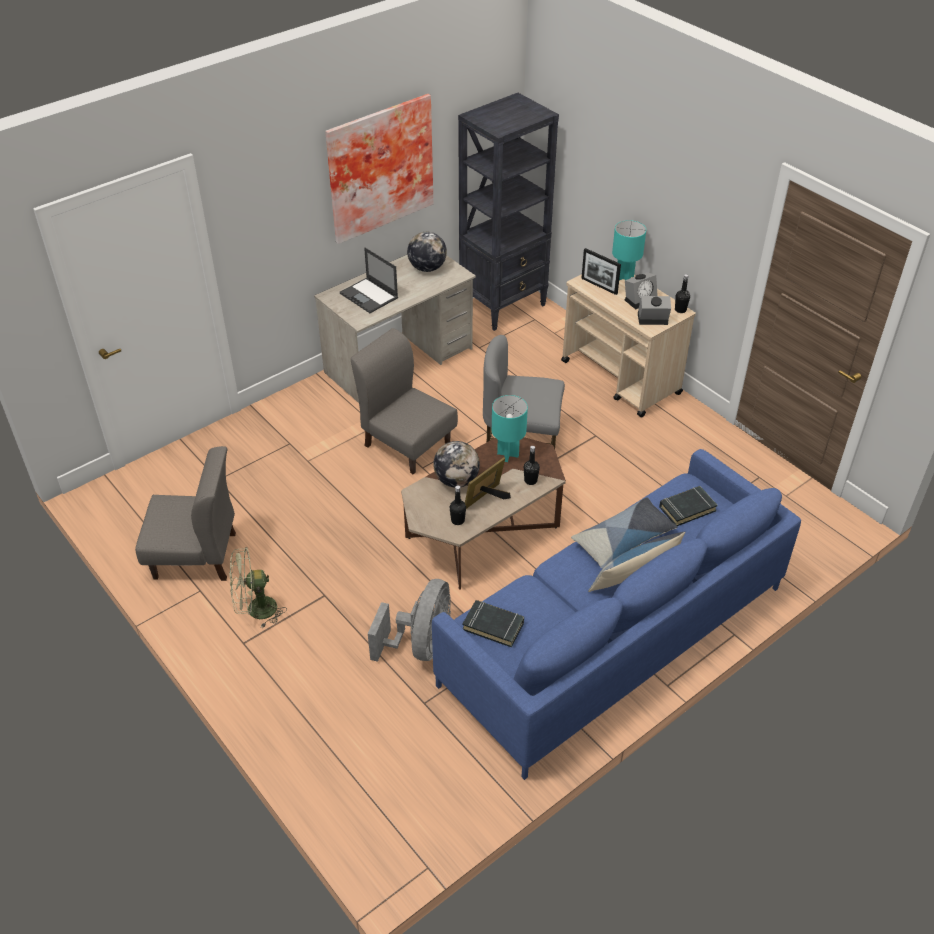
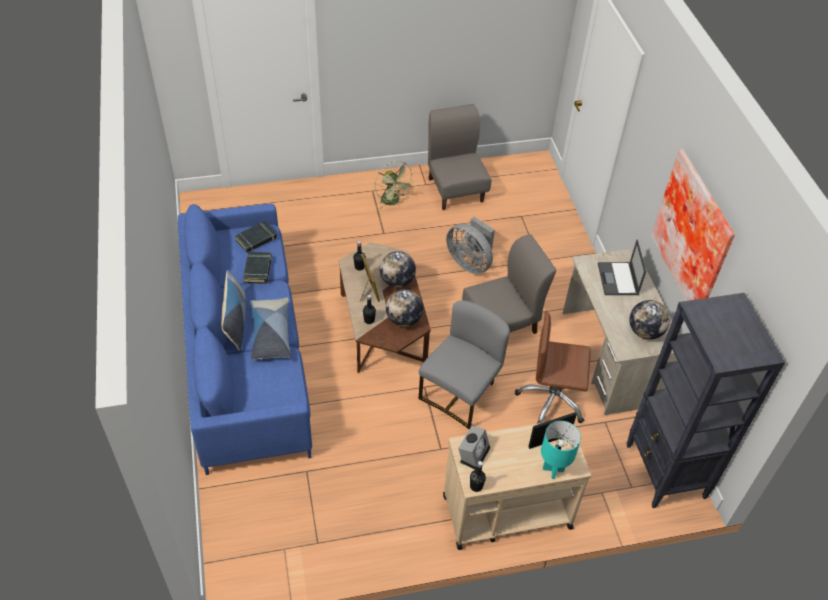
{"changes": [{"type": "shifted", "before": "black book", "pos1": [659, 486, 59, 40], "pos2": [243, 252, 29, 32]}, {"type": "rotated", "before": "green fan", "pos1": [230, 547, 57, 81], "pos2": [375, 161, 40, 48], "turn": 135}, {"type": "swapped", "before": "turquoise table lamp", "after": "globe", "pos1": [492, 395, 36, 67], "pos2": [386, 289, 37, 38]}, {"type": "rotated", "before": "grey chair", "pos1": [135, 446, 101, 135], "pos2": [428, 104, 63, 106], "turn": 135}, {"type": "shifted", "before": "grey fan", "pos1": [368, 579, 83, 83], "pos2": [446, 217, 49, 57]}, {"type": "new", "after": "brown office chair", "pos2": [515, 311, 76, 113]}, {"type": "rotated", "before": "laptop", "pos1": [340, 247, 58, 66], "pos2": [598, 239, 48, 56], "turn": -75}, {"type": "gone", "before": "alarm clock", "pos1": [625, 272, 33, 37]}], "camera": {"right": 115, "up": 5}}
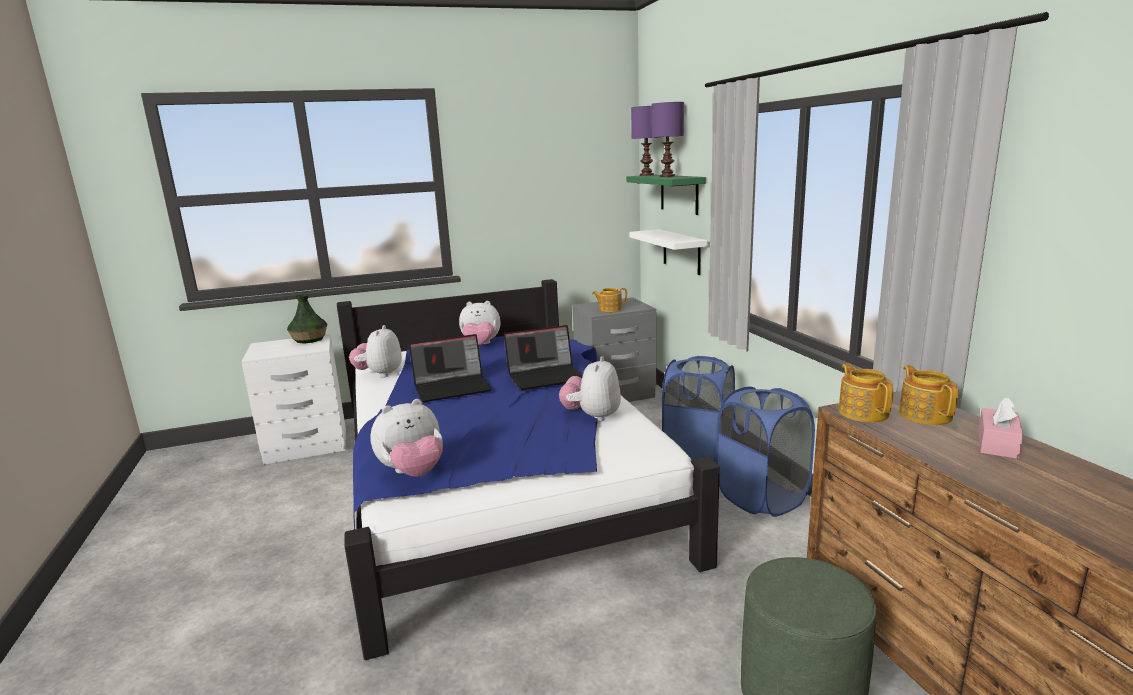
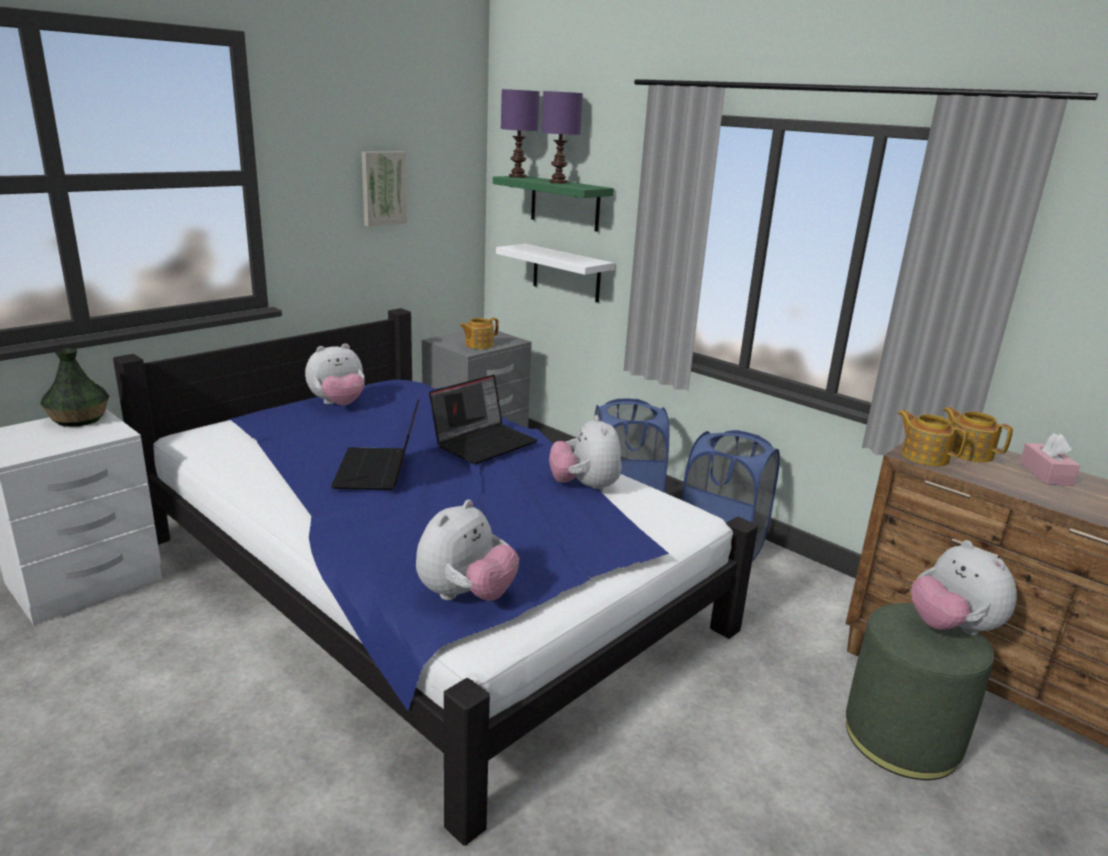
{"changes": [{"type": "rotated", "before": "laptop", "pos1": [409, 334, 83, 68], "pos2": [331, 399, 88, 91], "turn": 135}, {"type": "new", "after": "picture", "pos2": [361, 151, 46, 75]}, {"type": "shifted", "before": "plush toy", "pos1": [349, 325, 53, 53], "pos2": [911, 540, 106, 95]}], "camera": {"right": -30, "up": 5}}
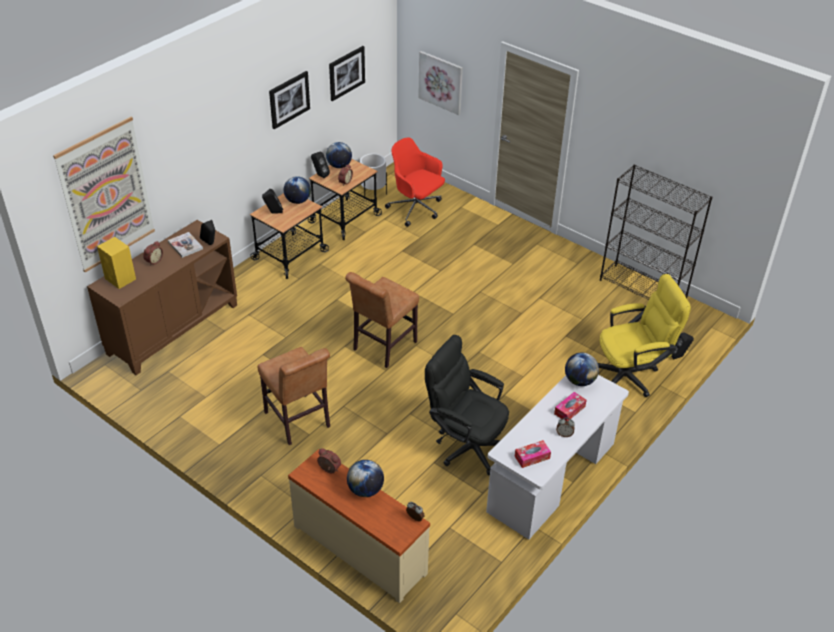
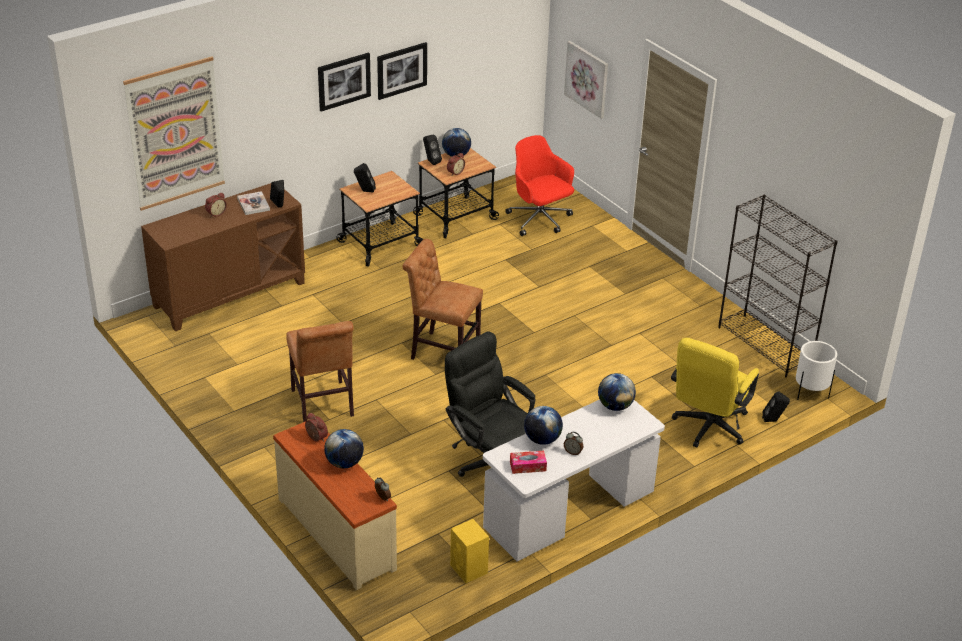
{"changes": [{"type": "shifted", "before": "picture", "pos1": [329, 46, 36, 55], "pos2": [318, 53, 53, 59]}, {"type": "rotated", "before": "brown chair", "pos1": [345, 272, 74, 96], "pos2": [403, 239, 80, 121], "turn": 60}, {"type": "shifted", "before": "yellow speaker", "pos1": [97, 237, 39, 52], "pos2": [450, 519, 39, 64]}, {"type": "shifted", "before": "globe", "pos1": [284, 176, 27, 28], "pos2": [524, 406, 39, 39]}, {"type": "rotated", "before": "yellow office chair", "pos1": [598, 274, 93, 123], "pos2": [671, 338, 88, 110], "turn": 120}, {"type": "shifted", "before": "white planter", "pos1": [360, 153, 27, 43], "pos2": [796, 341, 41, 59]}, {"type": "gone", "before": "tissue box", "pos1": [554, 392, 32, 29]}], "camera": {"right": 15, "up": -5}}
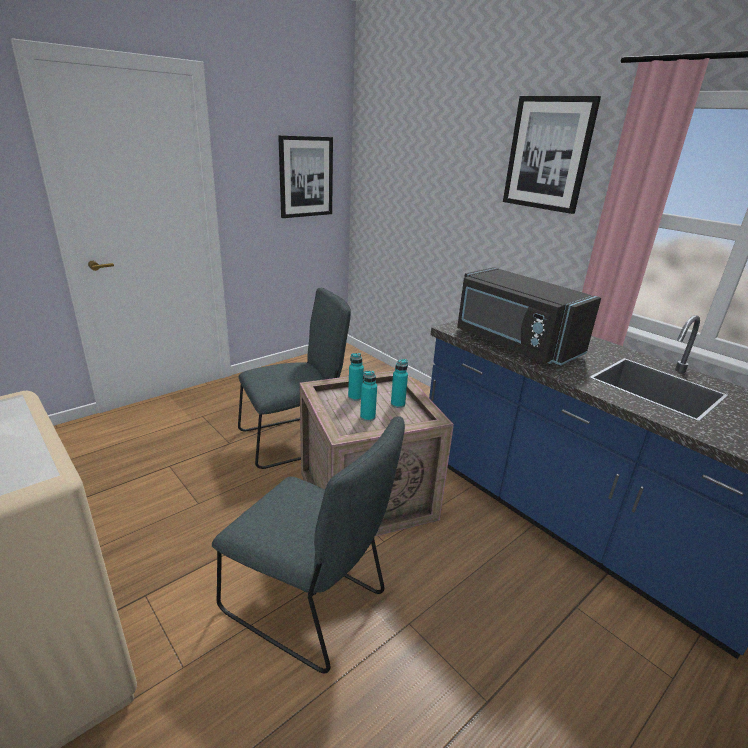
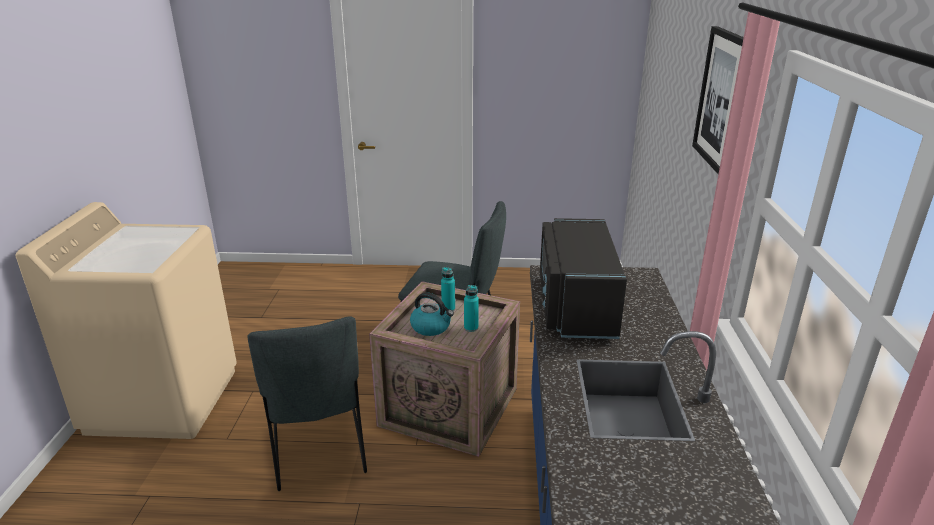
{"changes": [{"type": "swapped", "before": "turquoise bottle", "after": "kettle", "pos1": [360, 371, 17, 50], "pos2": [410, 293, 44, 43]}, {"type": "gone", "before": "picture", "pos1": [278, 135, 55, 83]}], "camera": {"right": 45, "up": 0}}
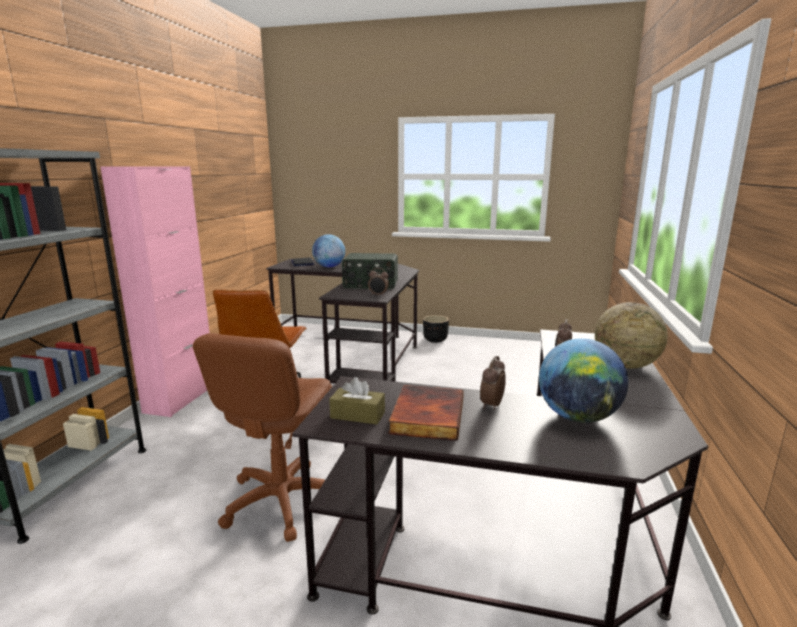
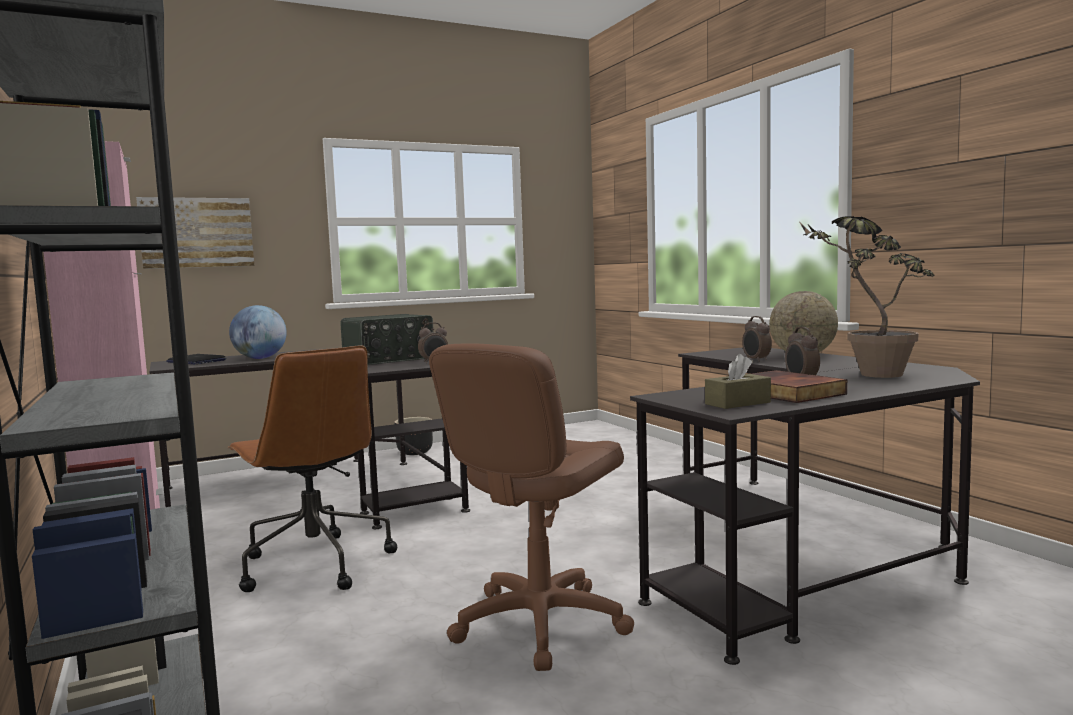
{"changes": [{"type": "new", "after": "picture", "pos2": [136, 197, 118, 72]}, {"type": "rotated", "before": "brown office chair", "pos1": [193, 333, 139, 209], "pos2": [429, 343, 205, 328], "turn": 60}, {"type": "swapped", "before": "globe", "after": "potted plant", "pos1": [539, 338, 89, 85], "pos2": [800, 216, 135, 162]}], "camera": {"right": -40, "up": -10}}
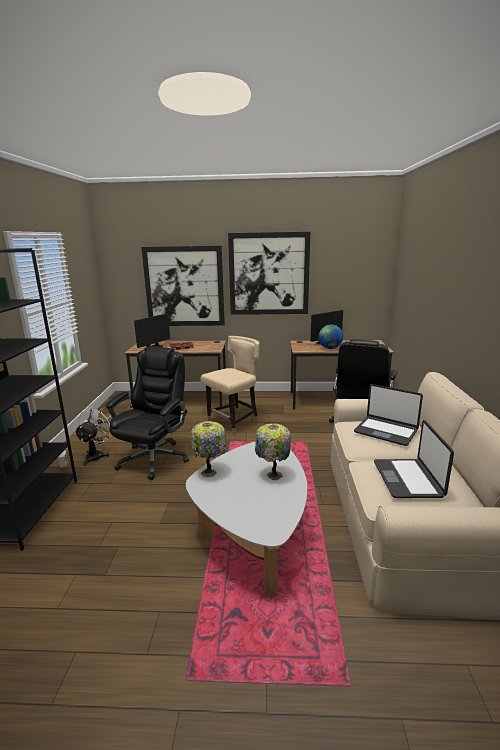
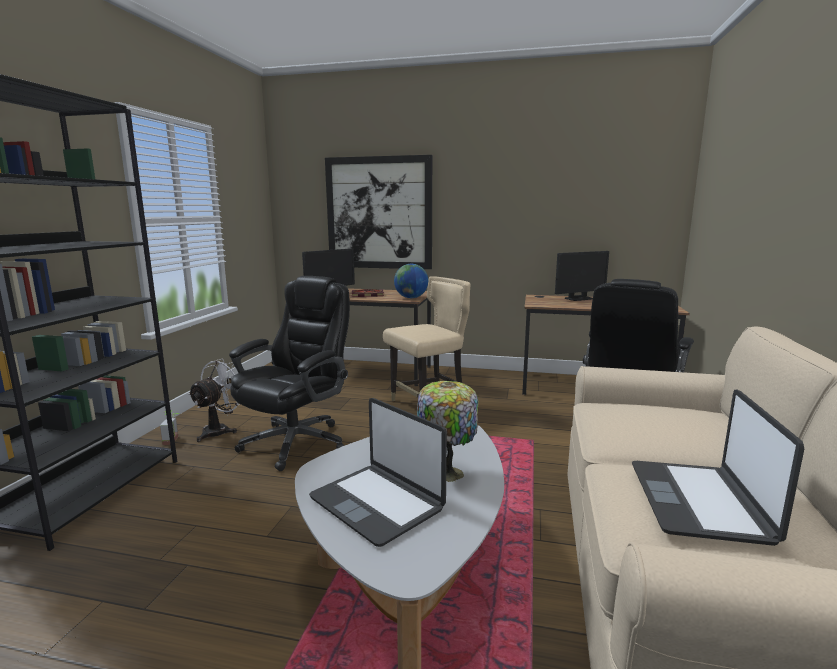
{"changes": [{"type": "shifted", "before": "laptop", "pos1": [354, 384, 69, 62], "pos2": [309, 398, 138, 149]}, {"type": "shifted", "before": "globe", "pos1": [319, 324, 24, 25], "pos2": [394, 264, 34, 34]}, {"type": "gone", "before": "table lamp", "pos1": [191, 421, 36, 56]}, {"type": "gone", "before": "picture", "pos1": [228, 232, 82, 83]}], "camera": {"right": 10, "up": -5}}
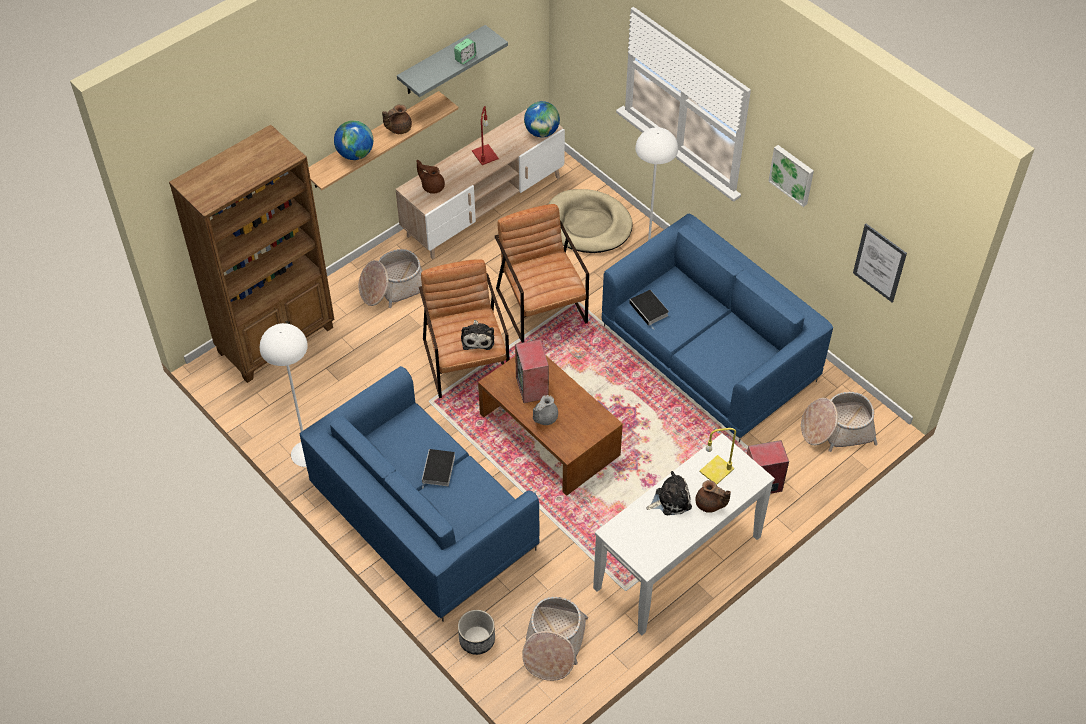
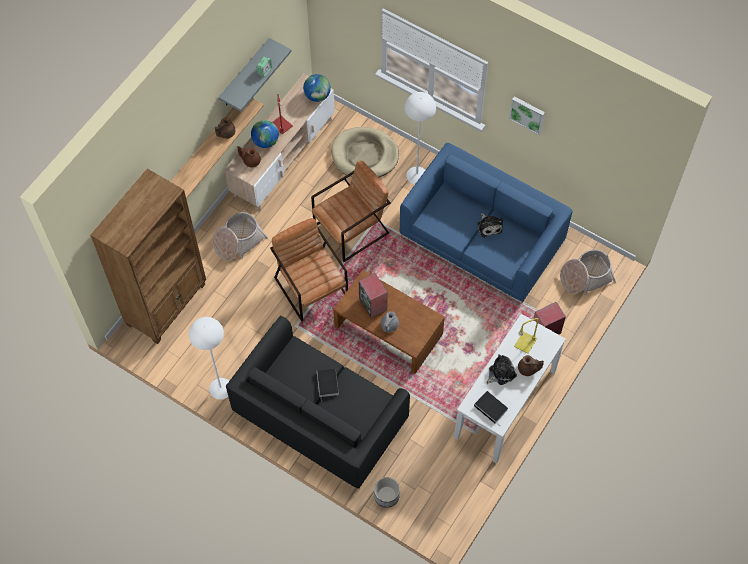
{"changes": [{"type": "repainted", "before": "blue sofa", "after": "black sofa", "pos1": [300, 366, 239, 256], "pos2": [226, 316, 184, 173]}, {"type": "shifted", "before": "globe", "pos1": [334, 120, 39, 40], "pos2": [251, 120, 28, 28]}, {"type": "rotated", "before": "brown armchair", "pos1": [495, 204, 94, 139], "pos2": [311, 160, 80, 102], "turn": 90}, {"type": "shifted", "before": "book", "pos1": [629, 290, 40, 40], "pos2": [474, 391, 34, 33]}, {"type": "shifted", "before": "plush toy", "pos1": [461, 320, 33, 30], "pos2": [477, 213, 26, 25]}, {"type": "gone", "before": "basket", "pos1": [522, 597, 66, 84]}, {"type": "gone", "before": "picture", "pos1": [853, 224, 54, 78]}], "camera": {"right": -15, "up": 10}}
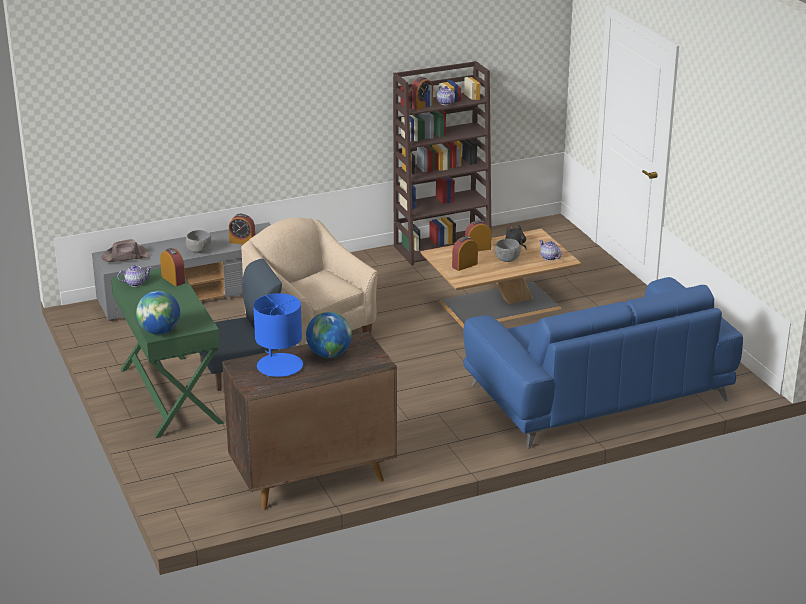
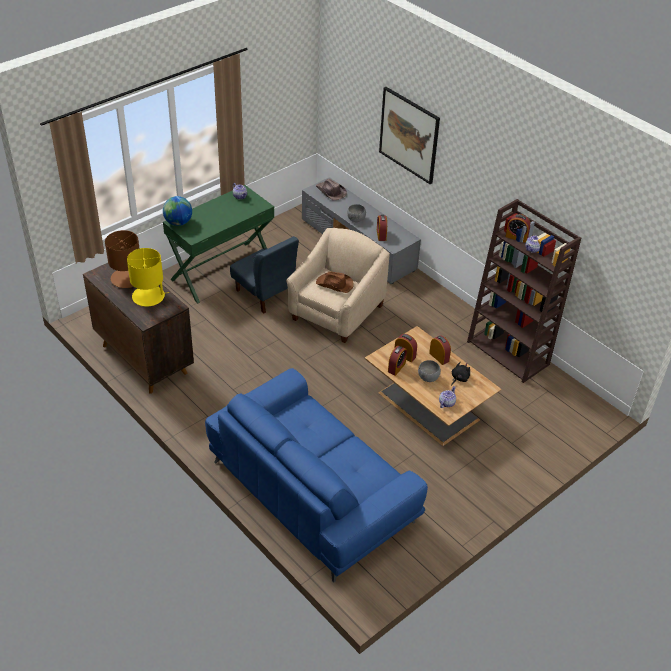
{"changes": [{"type": "repainted", "before": "blue table lamp", "after": "brown table lamp", "pos1": [253, 293, 50, 84], "pos2": [105, 230, 35, 58]}, {"type": "swapped", "before": "globe", "after": "yellow table lamp", "pos1": [306, 312, 46, 46], "pos2": [127, 248, 42, 58]}, {"type": "new", "after": "brown hat", "pos2": [316, 271, 38, 22]}, {"type": "new", "after": "picture", "pos2": [379, 87, 61, 97]}, {"type": "shifted", "before": "alarm clock", "pos1": [160, 248, 26, 38], "pos2": [388, 346, 19, 30]}], "camera": {"right": 70, "up": 15}}
